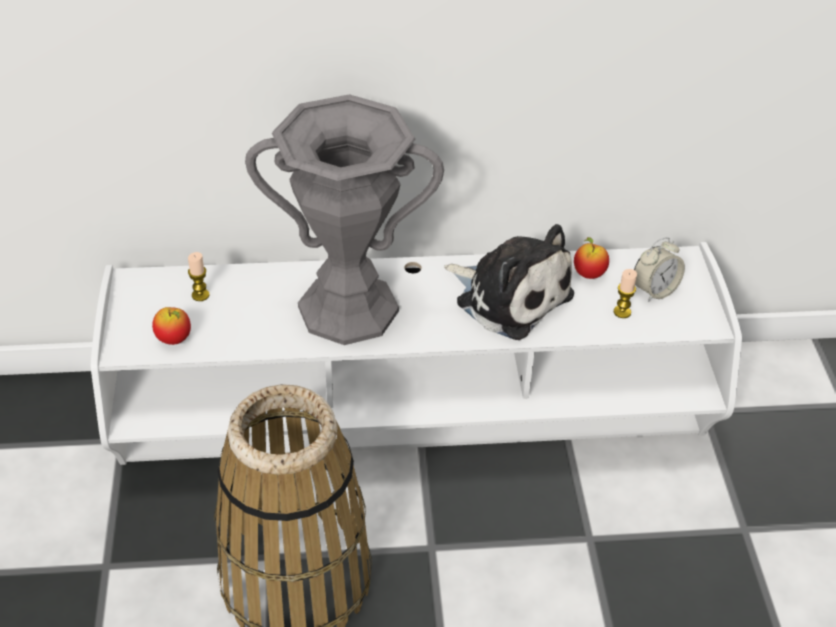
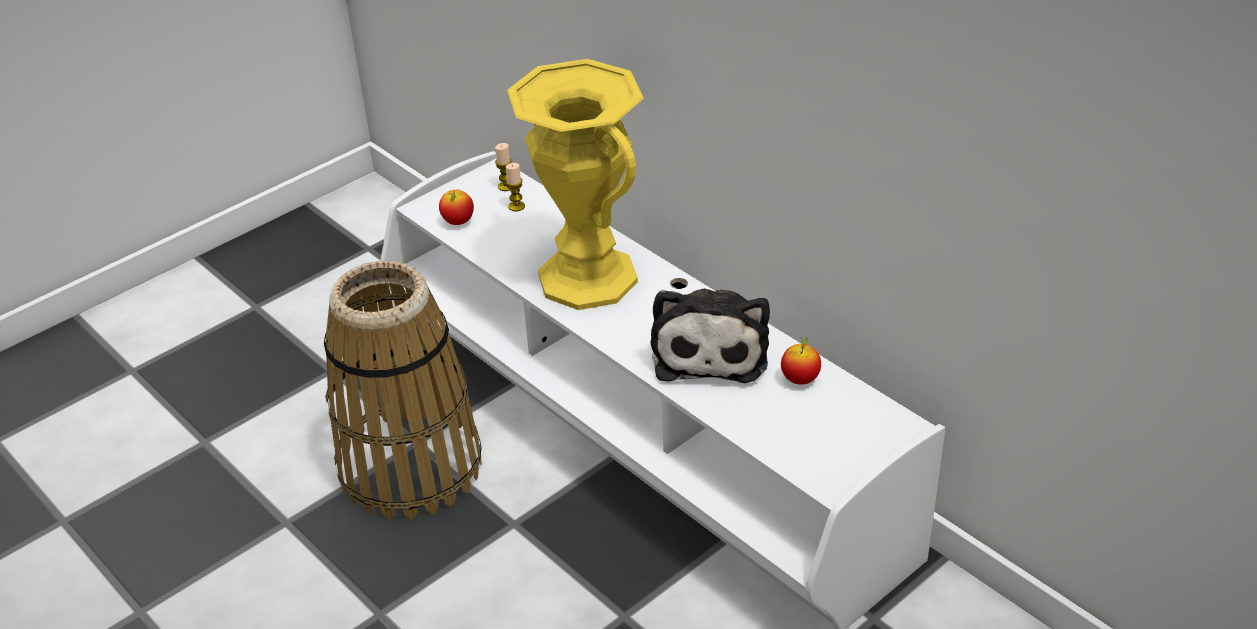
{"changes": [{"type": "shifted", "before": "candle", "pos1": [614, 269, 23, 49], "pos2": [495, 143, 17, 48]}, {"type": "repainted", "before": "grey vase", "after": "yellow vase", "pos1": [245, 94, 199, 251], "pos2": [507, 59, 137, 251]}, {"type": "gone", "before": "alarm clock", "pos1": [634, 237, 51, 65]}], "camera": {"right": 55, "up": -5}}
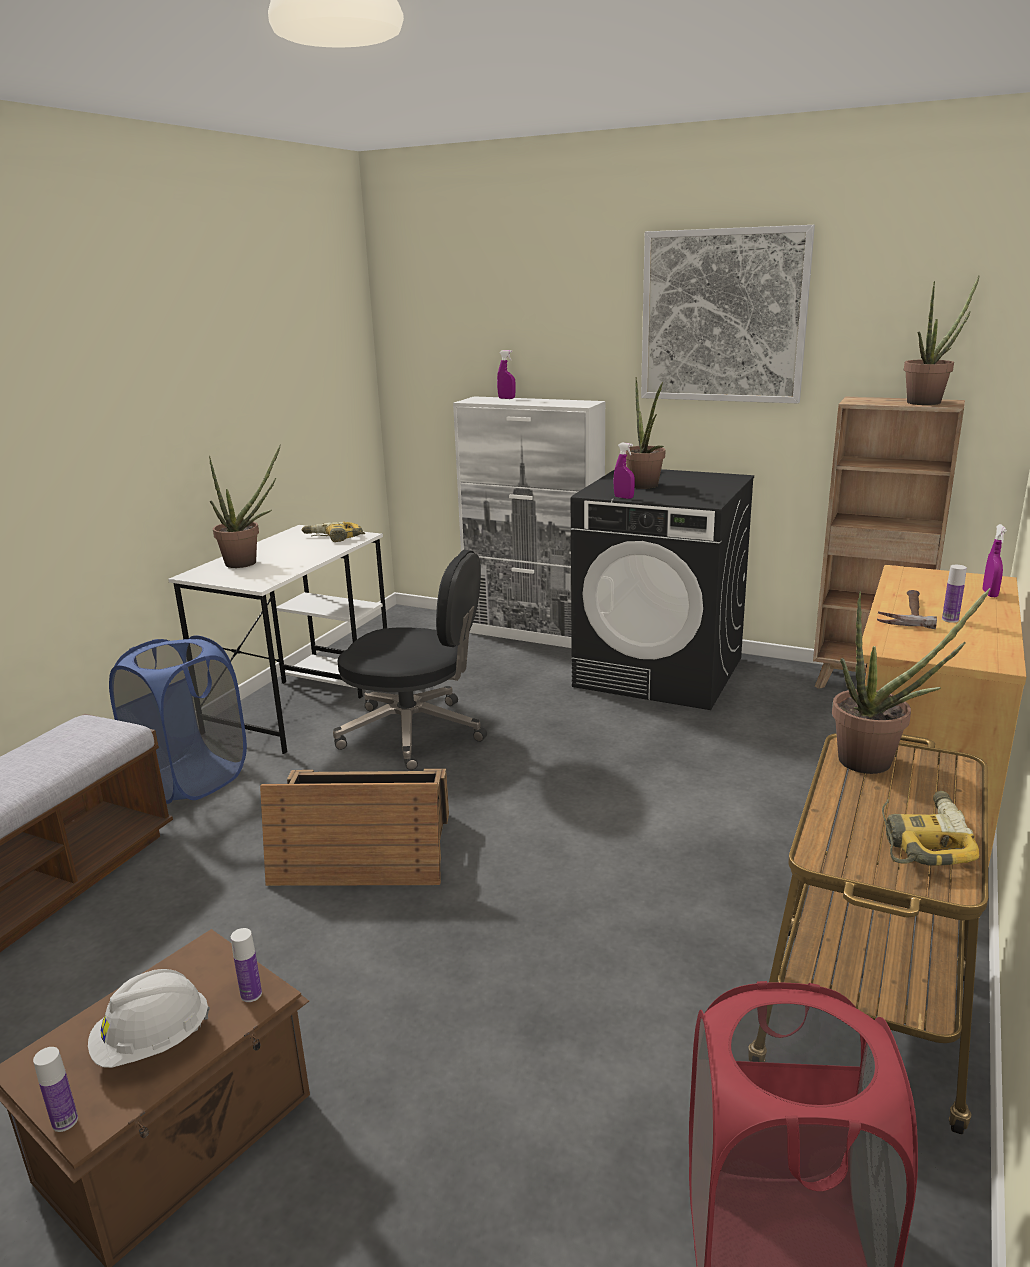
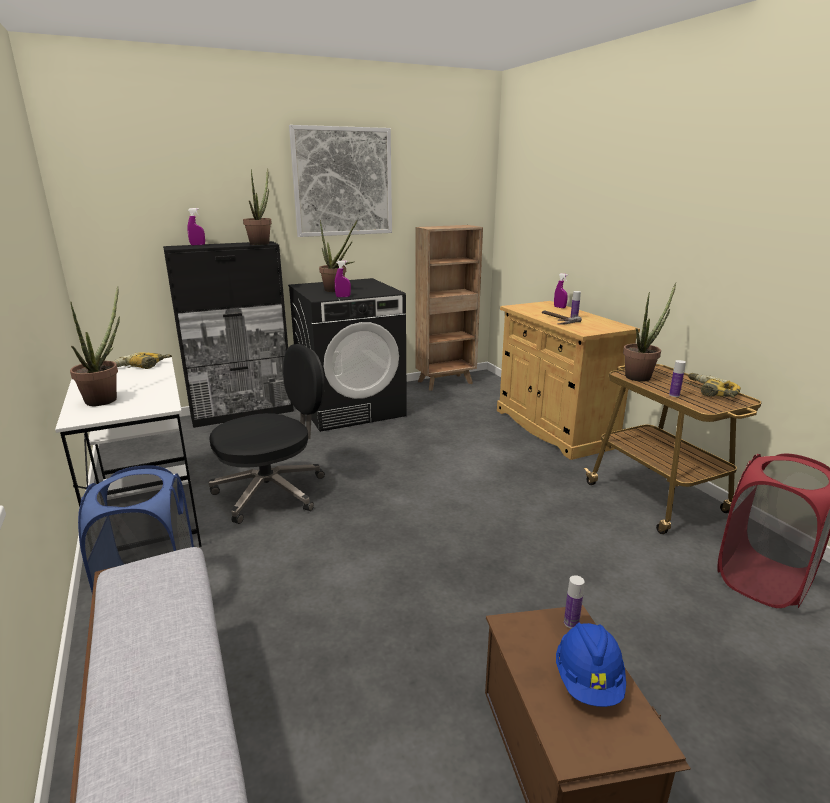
{"changes": [{"type": "repainted", "before": "white cabinet", "after": "black cabinet", "pos1": [453, 396, 153, 252], "pos2": [163, 241, 131, 187]}, {"type": "shifted", "before": "potted plant", "pos1": [904, 275, 76, 130], "pos2": [243, 168, 29, 77]}, {"type": "repainted", "before": "white hard hat", "after": "blue hard hat", "pos1": [88, 969, 122, 99], "pos2": [556, 623, 70, 84]}, {"type": "shifted", "before": "bottle", "pos1": [33, 1047, 45, 85], "pos2": [669, 360, 17, 37]}, {"type": "gone", "before": "crate", "pos1": [260, 769, 189, 117]}], "camera": {"right": -50, "up": 0}}
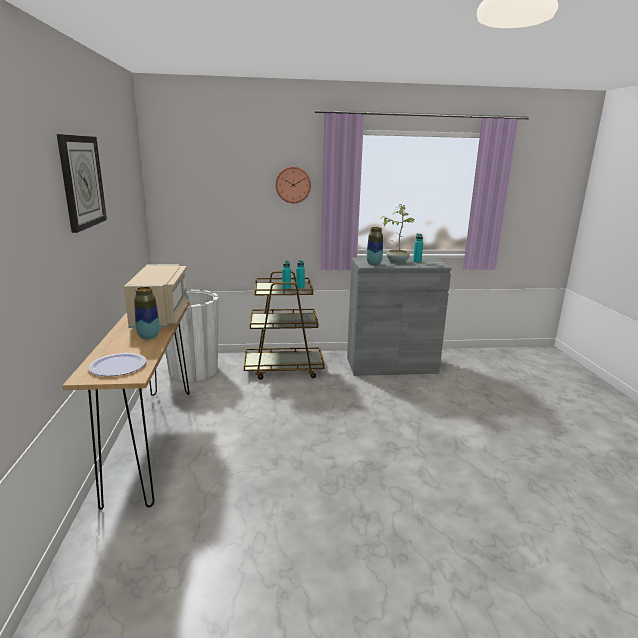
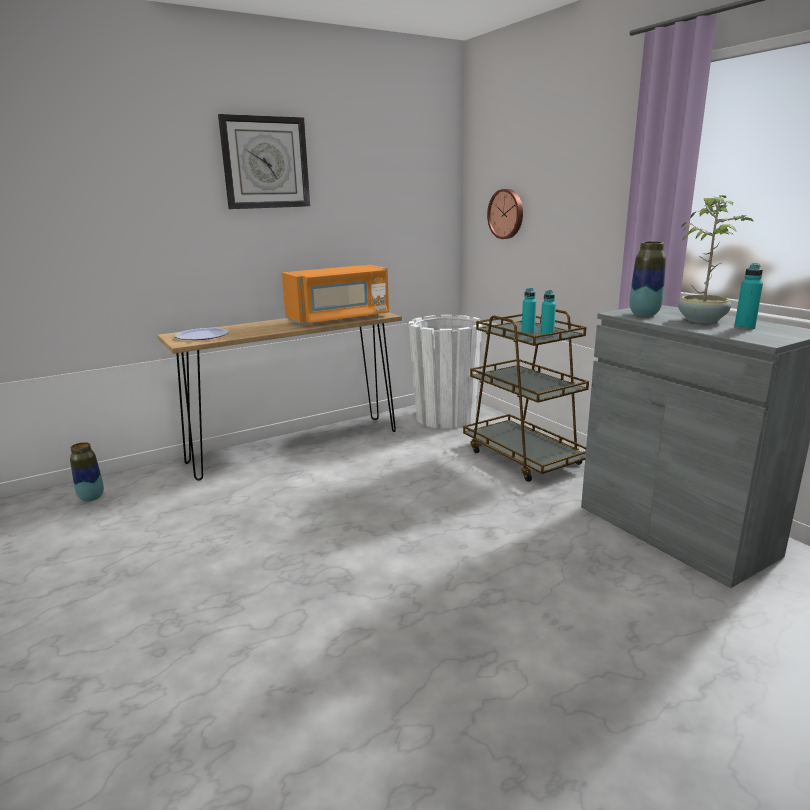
{"changes": [{"type": "shifted", "before": "vase", "pos1": [134, 287, 26, 52], "pos2": [70, 442, 34, 60]}, {"type": "repainted", "before": "beige microwave", "after": "orange microwave", "pos1": [124, 264, 65, 64], "pos2": [282, 265, 107, 61]}, {"type": "shifted", "before": "wall clock", "pos1": [276, 167, 35, 36], "pos2": [487, 189, 36, 50]}], "camera": {"right": 65, "up": 0}}
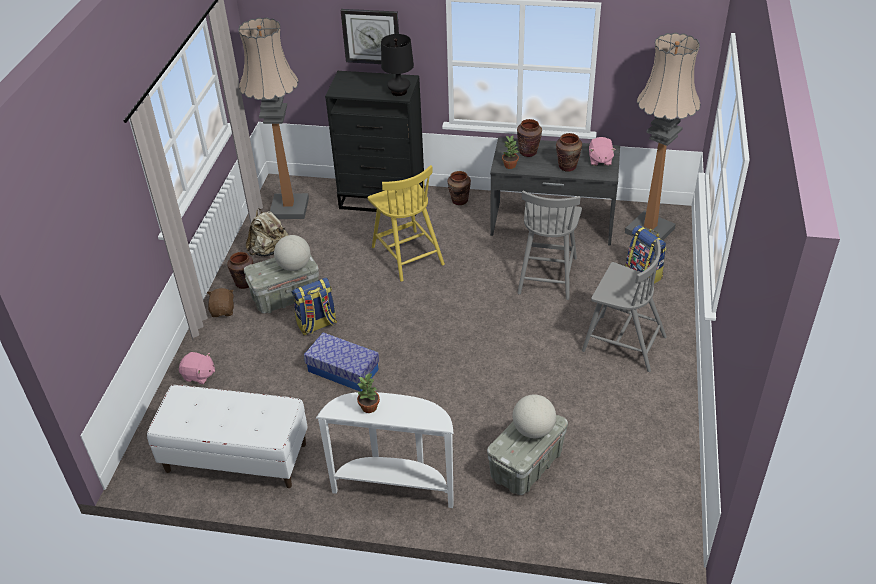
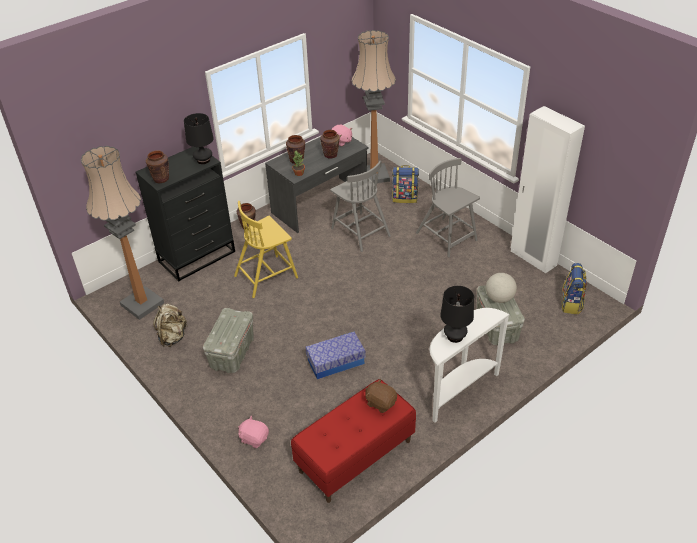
{"changes": [{"type": "shifted", "before": "brown vase", "pos1": [227, 252, 26, 37], "pos2": [146, 150, 23, 33]}, {"type": "rotated", "before": "yellow chair", "pos1": [368, 165, 77, 117], "pos2": [234, 201, 64, 97], "turn": 135}, {"type": "rotated", "before": "pink plush toy", "pos1": [179, 352, 36, 32], "pos2": [238, 416, 31, 32], "turn": -120}, {"type": "repainted", "before": "white bench", "after": "red bench", "pos1": [147, 385, 161, 103], "pos2": [291, 379, 125, 124]}, {"type": "shifted", "before": "brown plush toy", "pos1": [207, 288, 27, 29], "pos2": [365, 379, 32, 34]}, {"type": "rotated", "before": "grey chair", "pos1": [582, 239, 85, 133], "pos2": [416, 158, 64, 99], "turn": -105}, {"type": "swapped", "before": "potted plant", "after": "black table lamp", "pos1": [357, 374, 23, 39], "pos2": [440, 286, 34, 57]}, {"type": "new", "after": "white wardrobe", "pos2": [511, 106, 74, 168]}, {"type": "shifted", "before": "backpack", "pos1": [292, 277, 45, 58], "pos2": [562, 263, 25, 51]}, {"type": "gone", "before": "globe", "pos1": [274, 235, 36, 36]}, {"type": "gone", "before": "wall clock", "pos1": [341, 9, 58, 55]}], "camera": {"right": -50, "up": 0}}
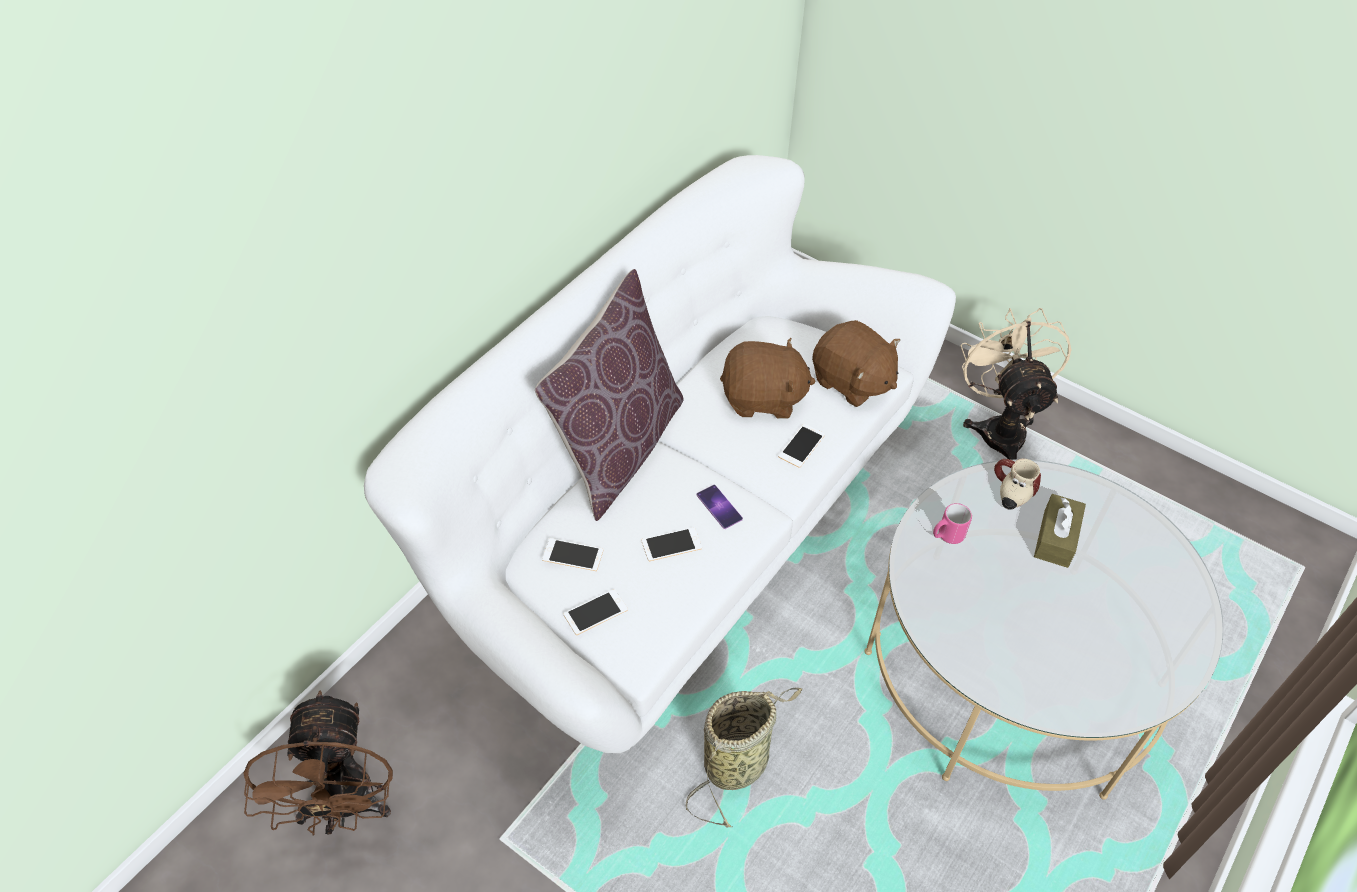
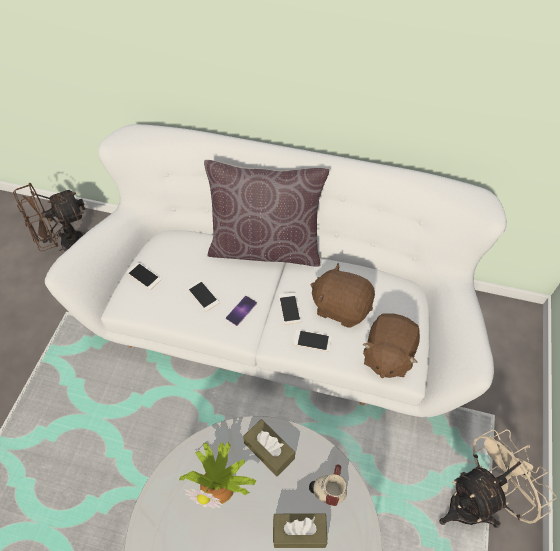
{"changes": [{"type": "new", "after": "potted plant", "pos2": [179, 442, 77, 67]}, {"type": "swapped", "before": "pink mug", "after": "brown tissue box", "pos1": [933, 503, 39, 41], "pos2": [243, 419, 52, 58]}, {"type": "shifted", "before": "phone", "pos1": [542, 538, 61, 33], "pos2": [279, 292, 22, 33]}, {"type": "rotated", "before": "brown plush toy", "pos1": [720, 338, 96, 81], "pos2": [310, 263, 65, 65], "turn": 135}, {"type": "gone", "before": "basket", "pos1": [686, 688, 116, 140]}], "camera": {"right": 70, "up": 5}}
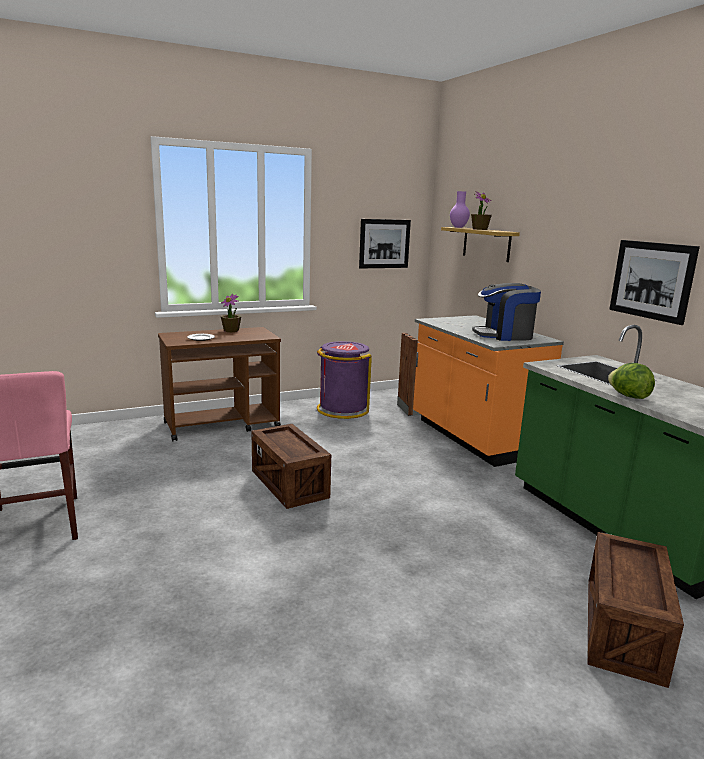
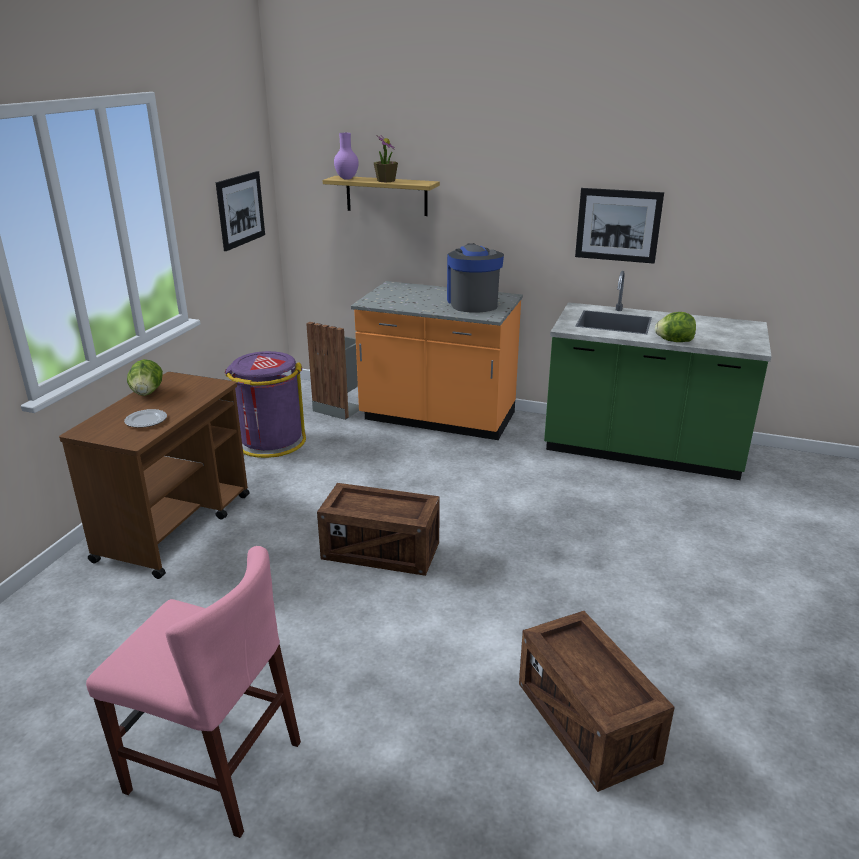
{"changes": [{"type": "swapped", "before": "potted plant", "after": "lettuce", "pos1": [221, 294, 20, 38], "pos2": [127, 359, 36, 37]}, {"type": "rotated", "before": "coffee machine", "pos1": [472, 283, 69, 58], "pos2": [447, 243, 57, 70], "turn": 135}, {"type": "shifted", "before": "crate", "pos1": [587, 532, 97, 156], "pos2": [519, 611, 156, 181]}], "camera": {"right": -45, "up": 10}}
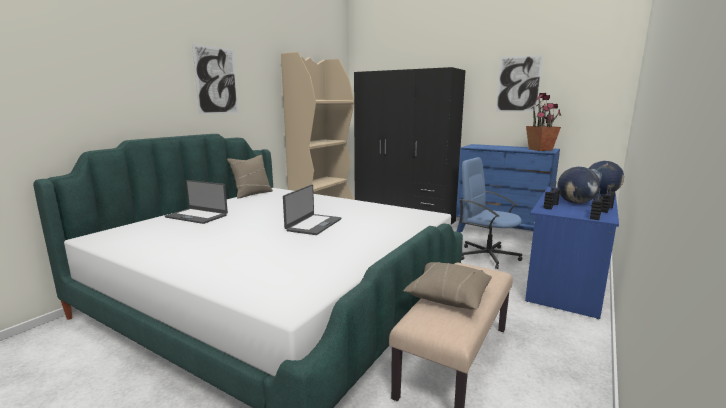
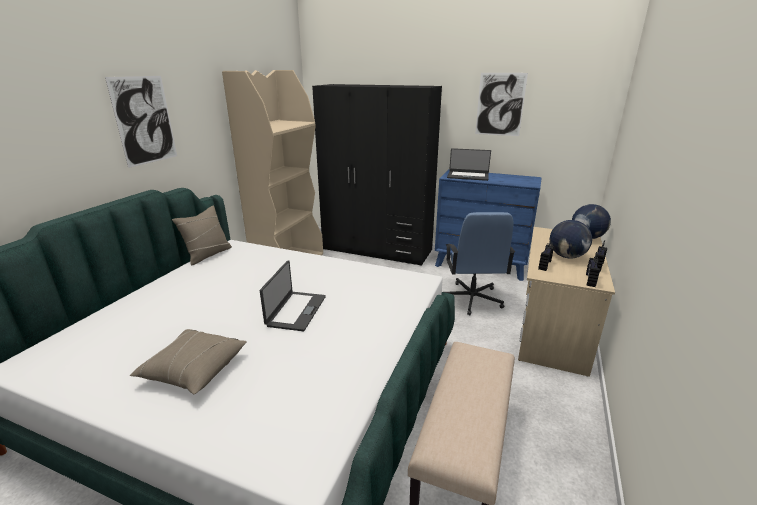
{"changes": [{"type": "shifted", "before": "beige pillow", "pos1": [403, 262, 89, 47], "pos2": [130, 329, 117, 65]}, {"type": "rotated", "before": "blue office chair", "pos1": [460, 157, 62, 112], "pos2": [444, 212, 71, 103], "turn": -120}, {"type": "shifted", "before": "laptop", "pos1": [165, 180, 63, 44], "pos2": [447, 148, 44, 33]}, {"type": "repainted", "before": "blue desk", "after": "beige desk", "pos1": [525, 187, 94, 132], "pos2": [518, 227, 97, 150]}, {"type": "gone", "before": "potted plant", "pos1": [526, 93, 35, 58]}], "camera": {"right": -10, "up": 10}}
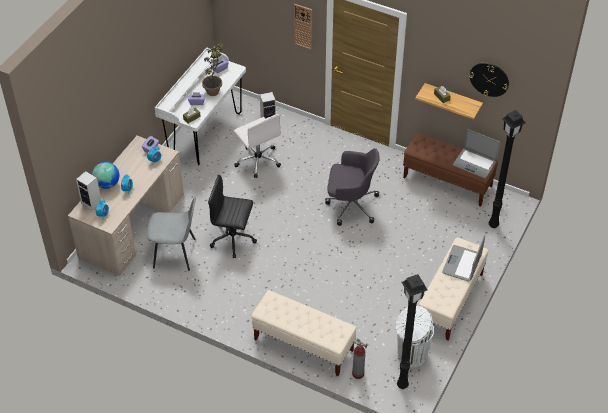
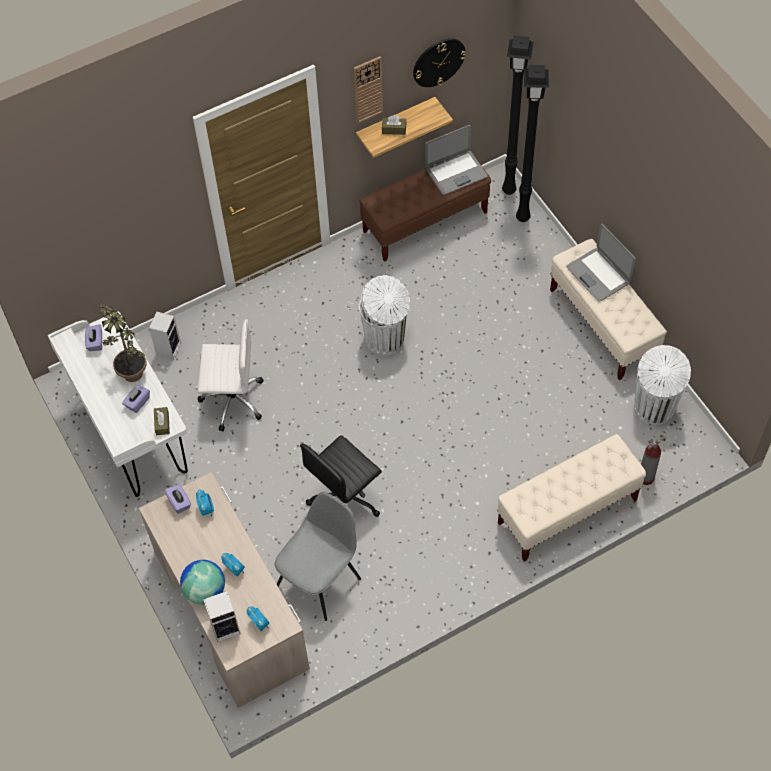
{"changes": [{"type": "shifted", "before": "wall clock", "pos1": [294, 4, 18, 46], "pos2": [354, 56, 29, 67]}, {"type": "swapped", "before": "grey office chair", "after": "white trash can", "pos1": [325, 148, 55, 78], "pos2": [359, 275, 51, 81]}, {"type": "shifted", "before": "black floor lamp", "pos1": [397, 274, 31, 115], "pos2": [502, 35, 32, 160]}], "camera": {"right": -55, "up": 10}}
